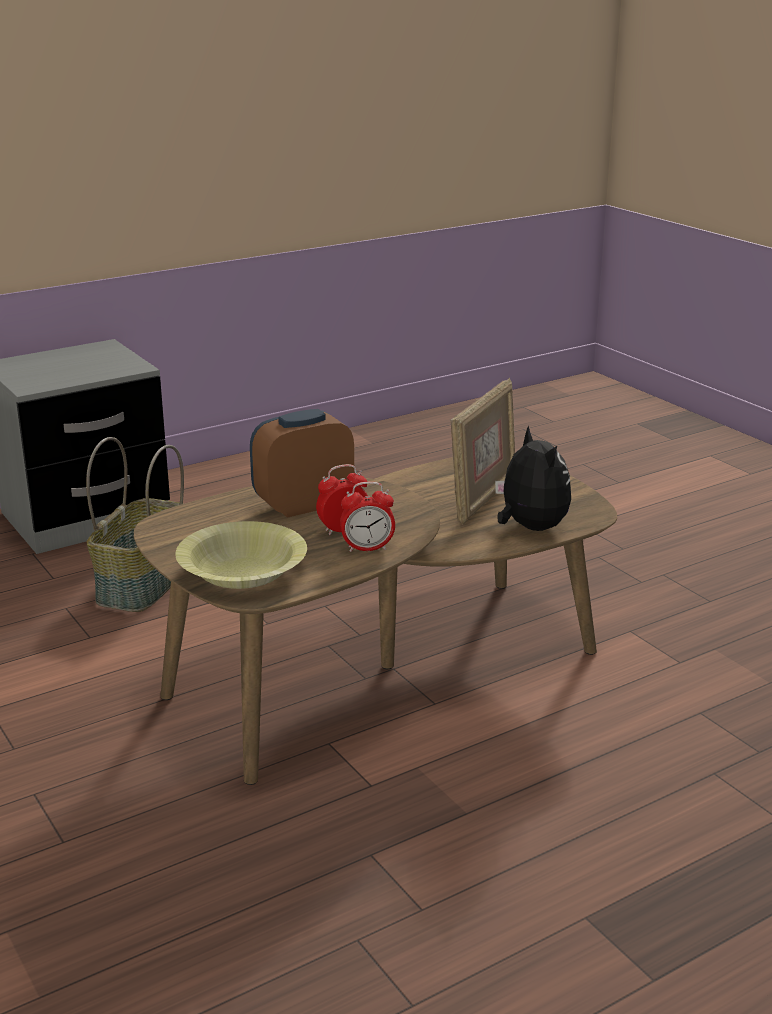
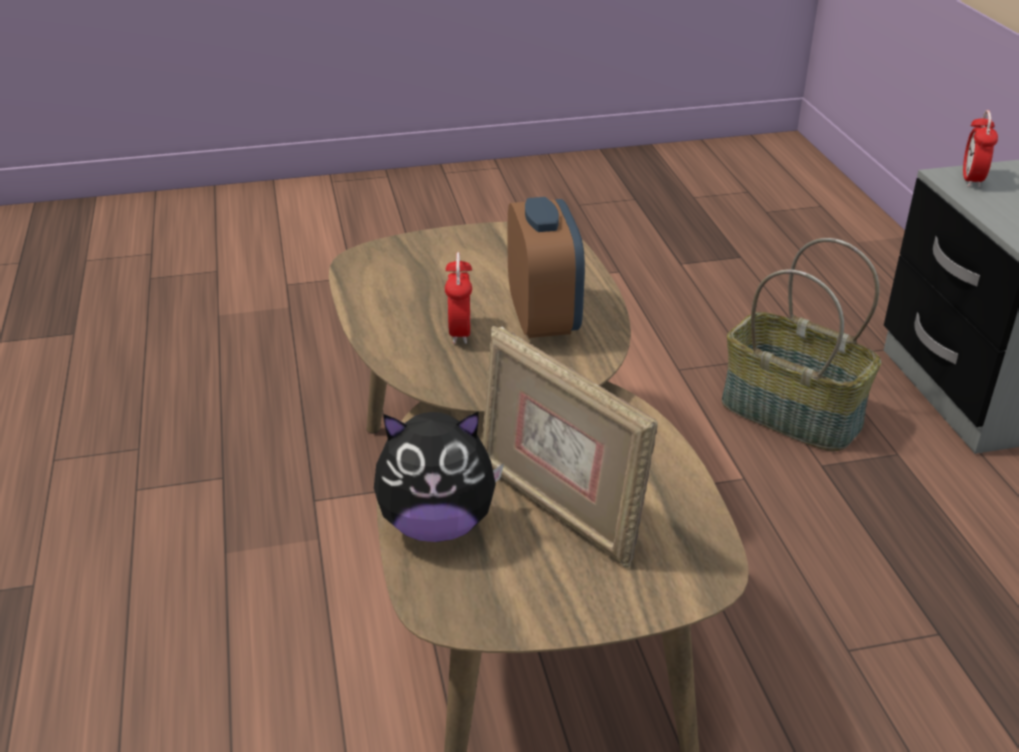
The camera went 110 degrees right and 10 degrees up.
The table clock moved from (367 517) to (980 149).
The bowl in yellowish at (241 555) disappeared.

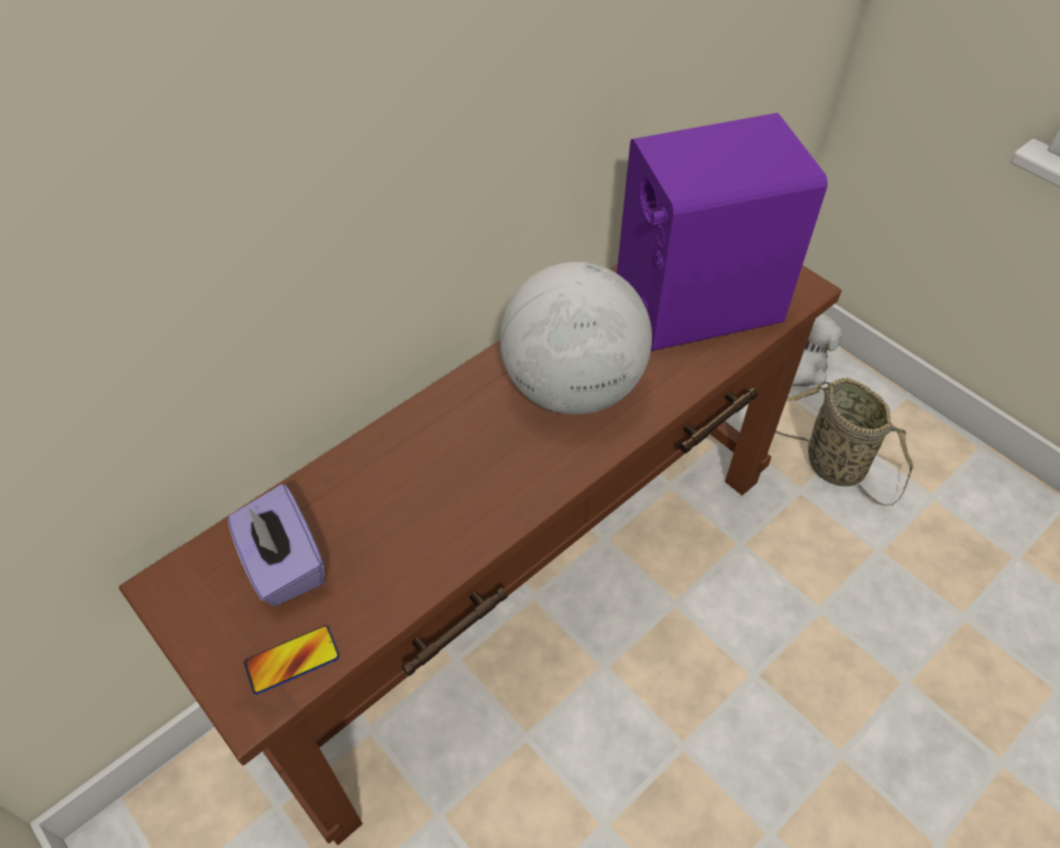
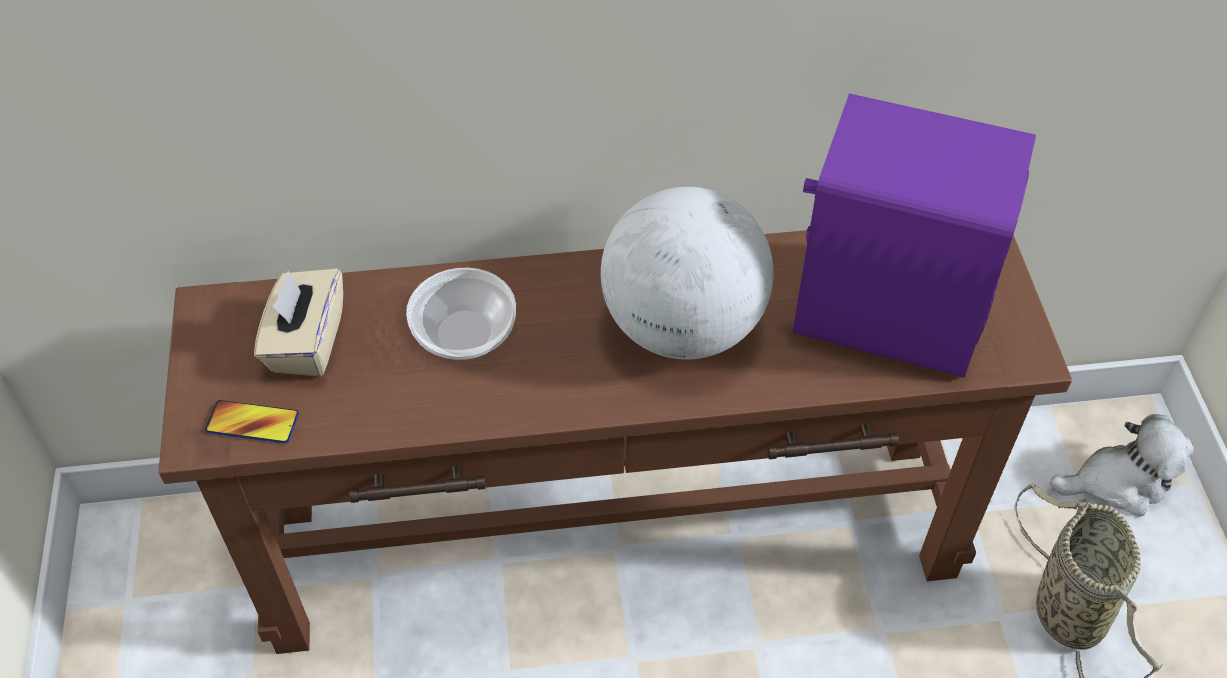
The camera went 35 degrees right and 0 degrees up.
The tissue box in purple at (276 545) became the tissue box in beige at (298 322).
The bowl at (461 314) appeared.

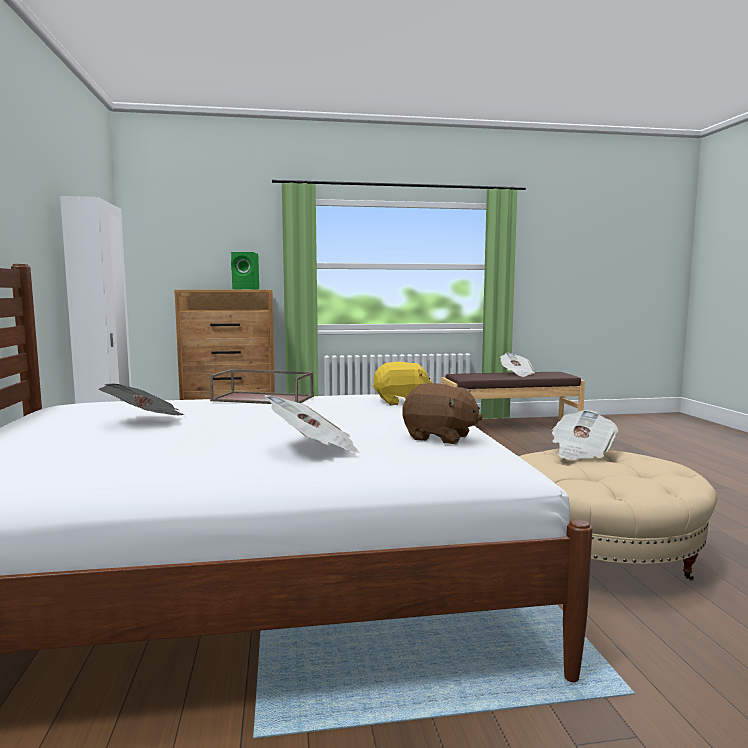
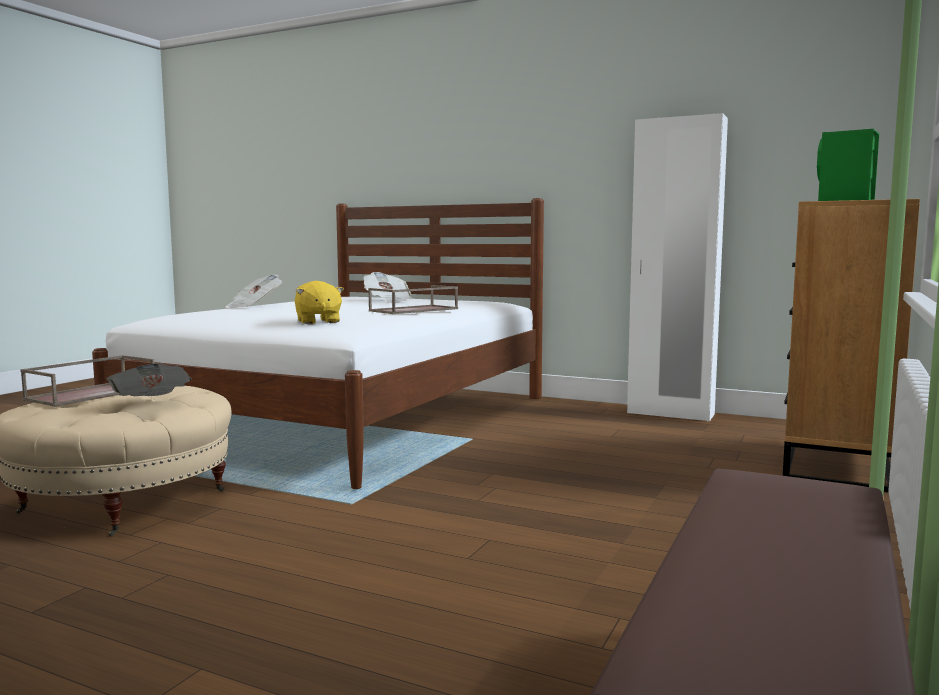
The camera went 125 degrees right and 0 degrees up.
The tray in brown-coloured at (87 381) appeared.
The plush toy in yellowish at (402 383) turned 45 degrees counterclockwise.
The plush toy in brown-coloured at (442 413) disappeared.
The daily paper at (517 365) disappeared.

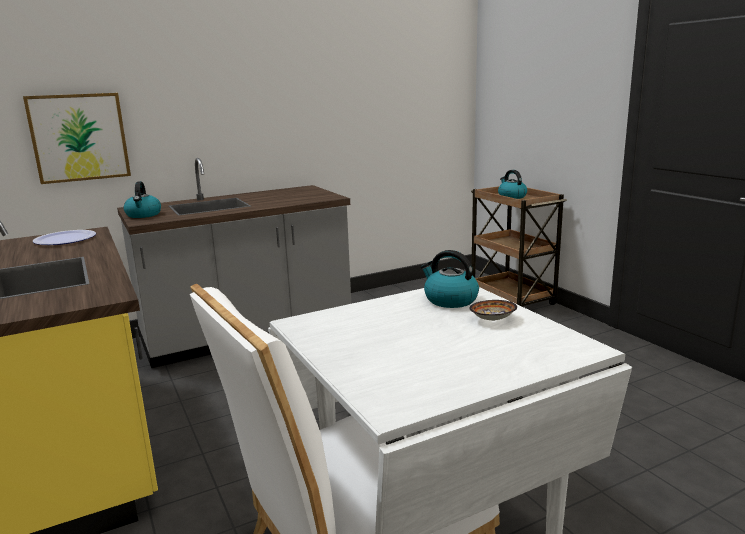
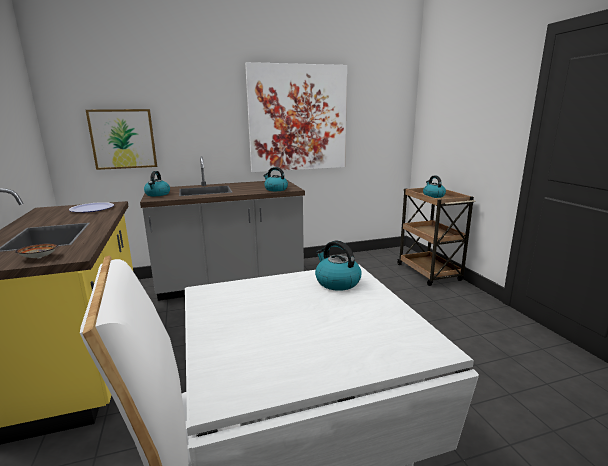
The camera went 10 degrees right and 0 degrees up.
The bowl moved from (493 310) to (36 250).
The wall art at (296 117) appeared.
The water kettle at (275 179) appeared.

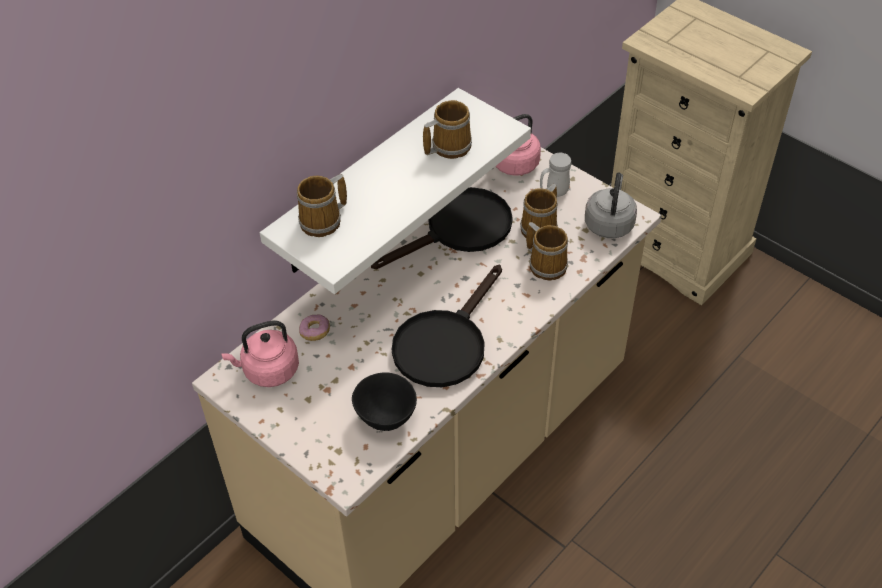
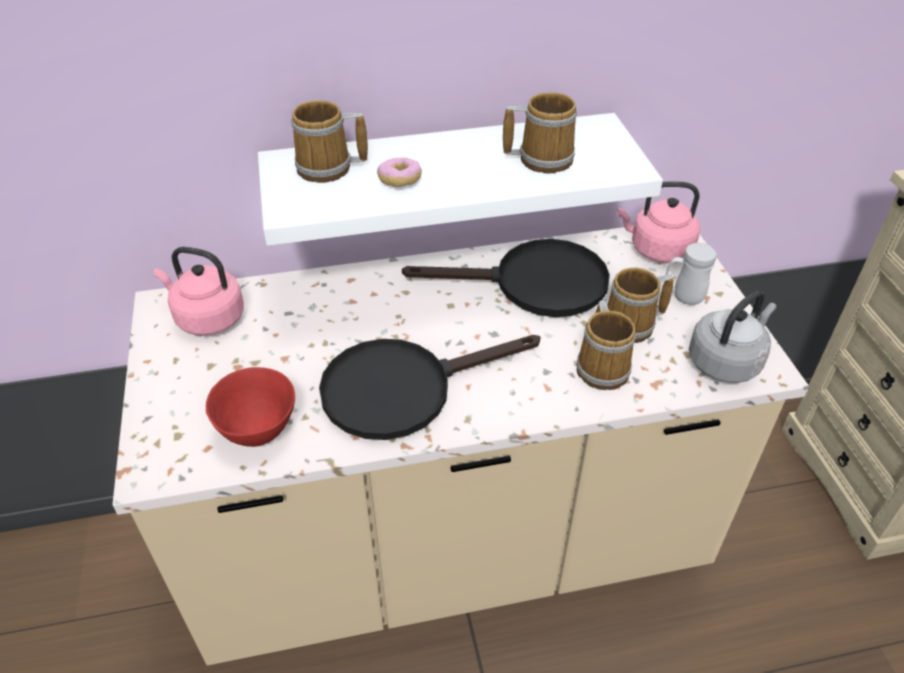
The camera went 35 degrees right and 5 degrees down.
The bowl in blackish at (384 401) became the bowl in reddish at (250 407).
The ring doughnut moved from (314 328) to (399 172).

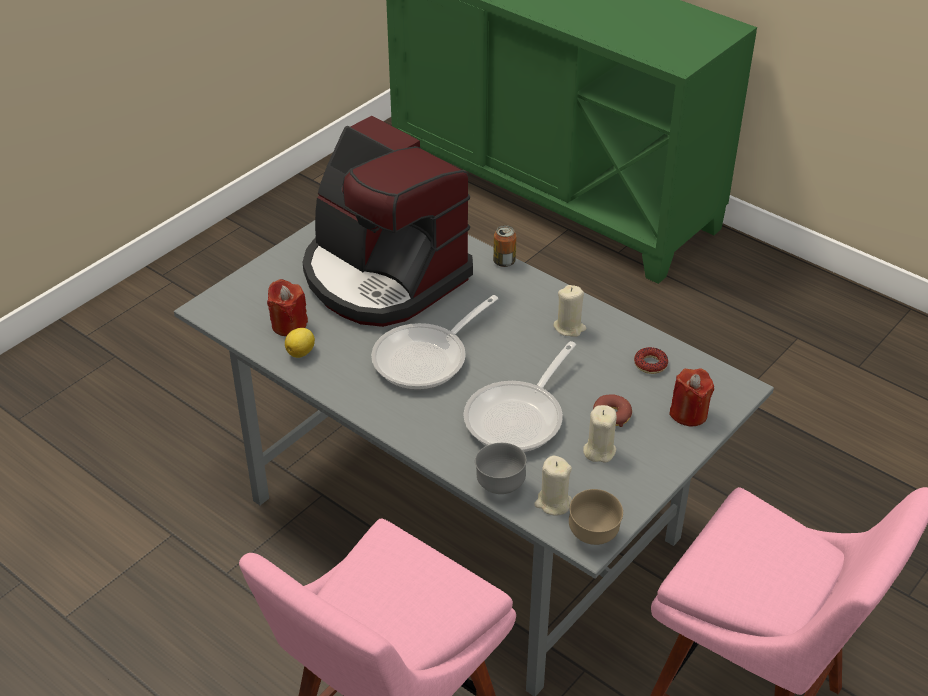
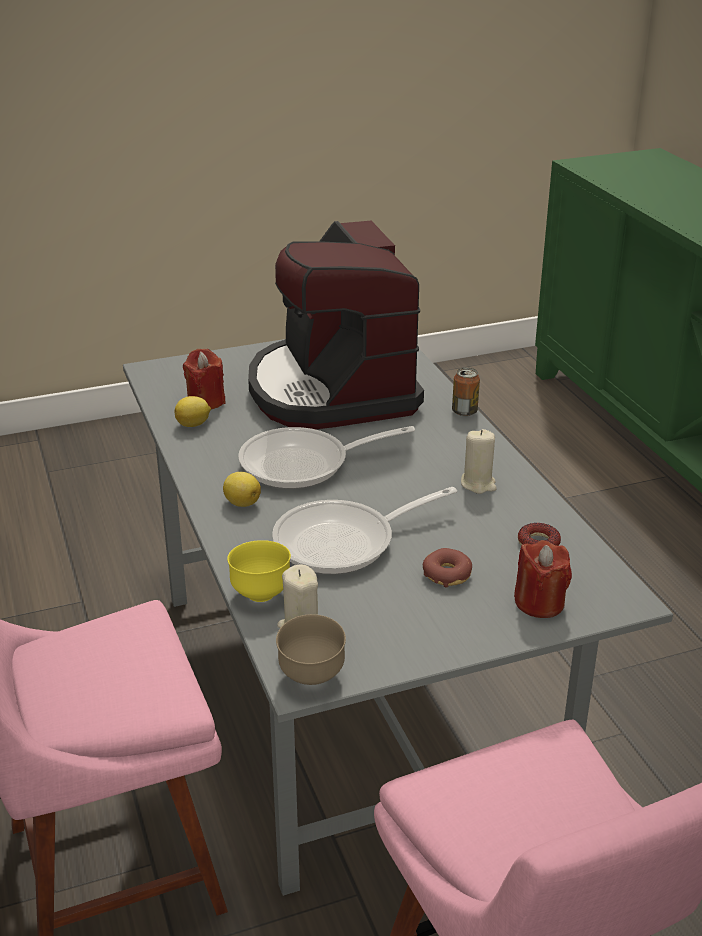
The camera went 30 degrees right and 10 degrees down.
The citrus fruit at (242 489) appeared.
The bowl in gray at (501 468) became the bowl in yellowish at (259 571).
The wax light in beige at (600 434) disappeared.

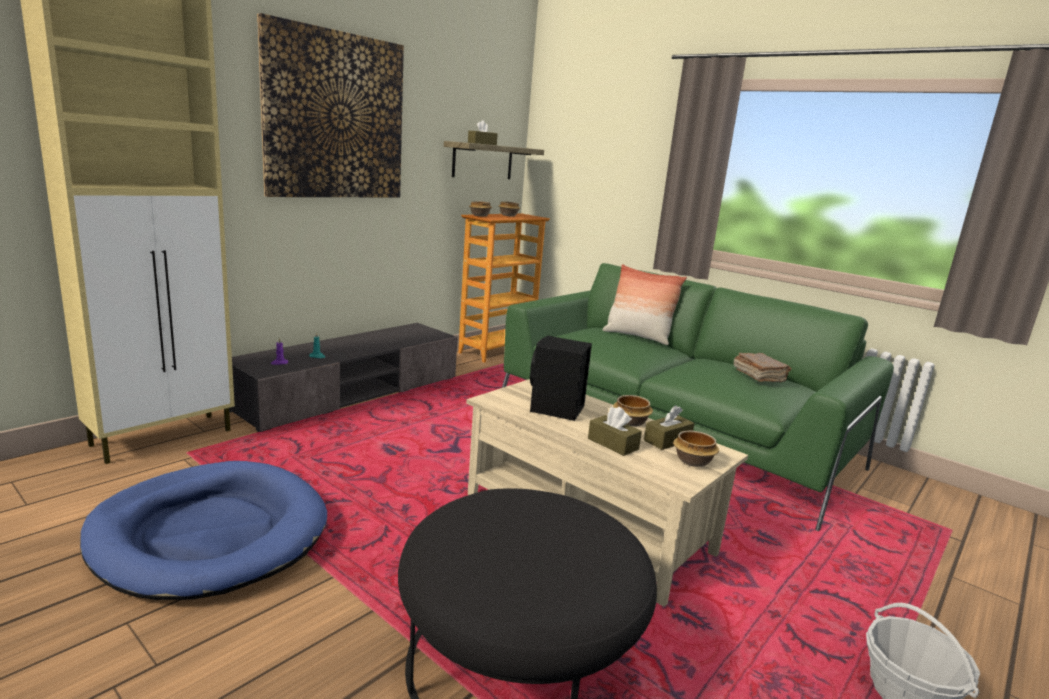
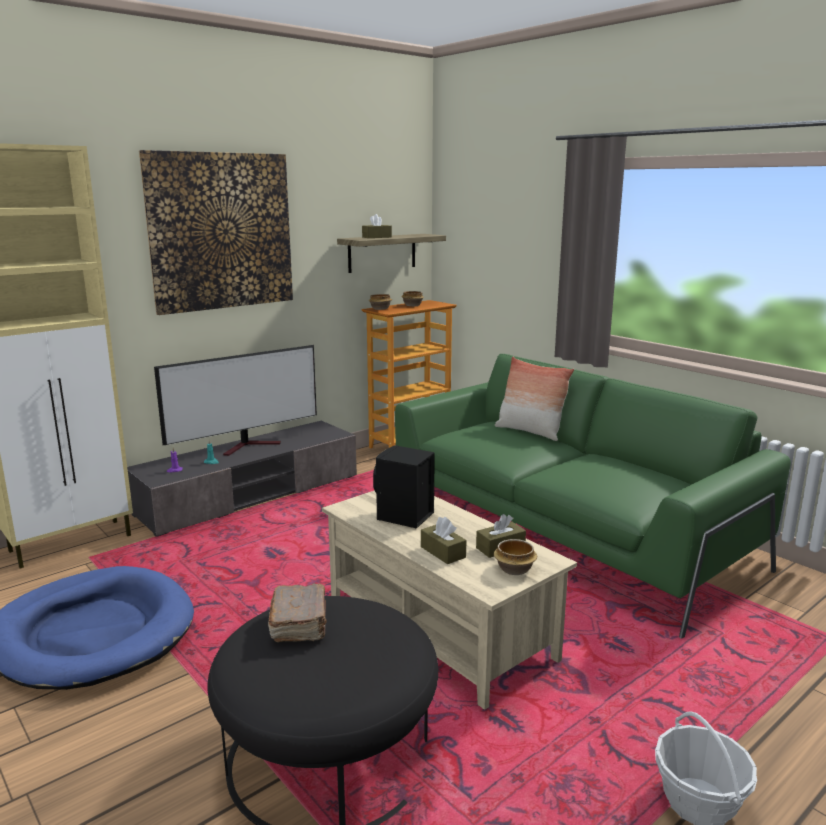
The camera went 10 degrees right and 0 degrees up.
The television at (235 400) appeared.
The bound book in brown-coloured moved from (763 367) to (297 612).
The bowl at (633 411) disappeared.

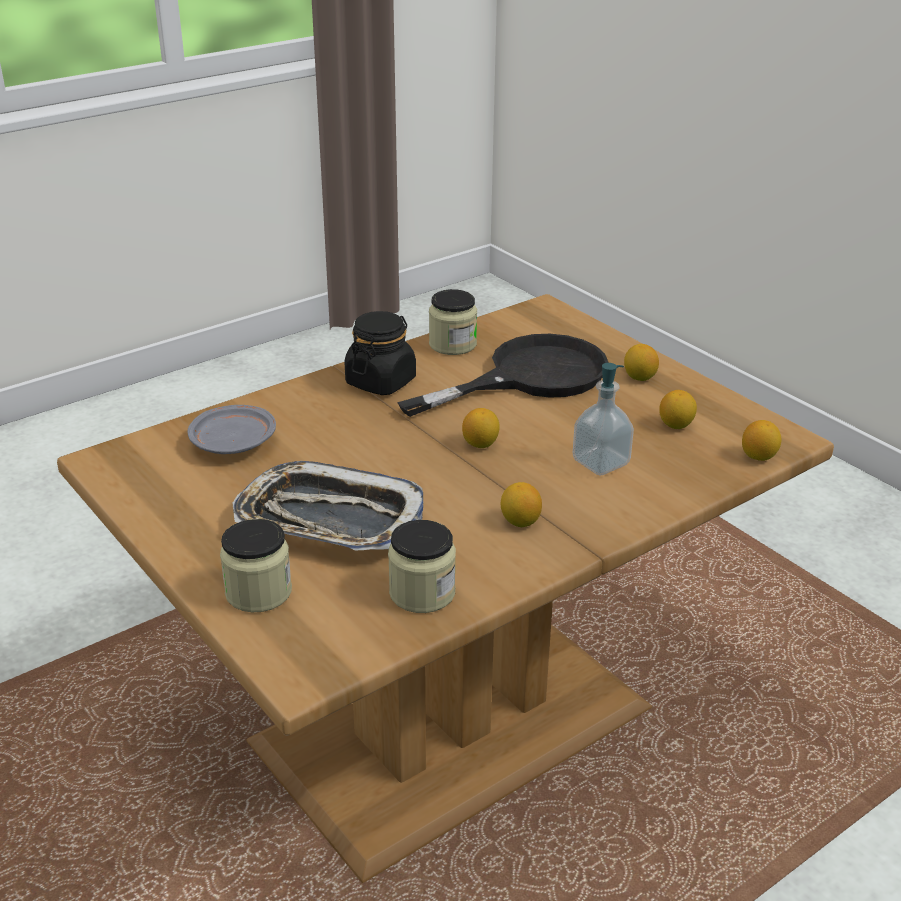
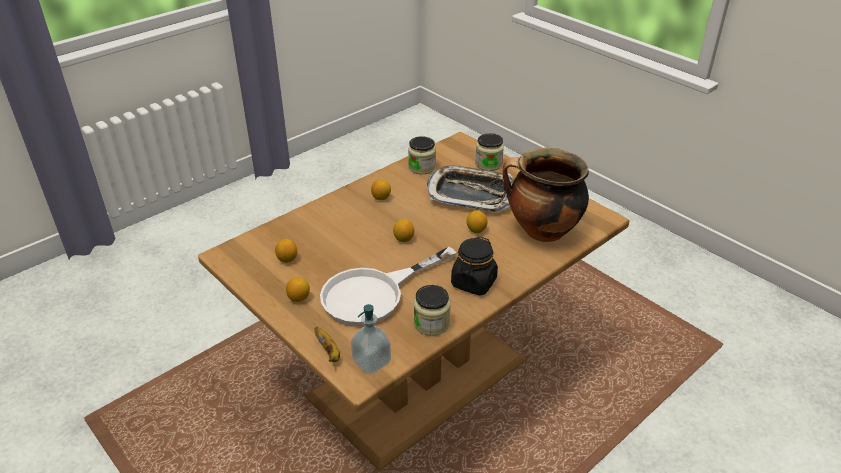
The camera went 175 degrees right and 5 degrees up.
The banana at (327 344) appeared.
The skillet in blackish at (502 375) became the skillet in white at (388 286).
The liquid soap bottle moved from (603 419) to (371 339).
The citrus fruit moved from (762 440) to (477 222).
The plate in gray at (231 429) was replaced by the stockpot at (546 195).

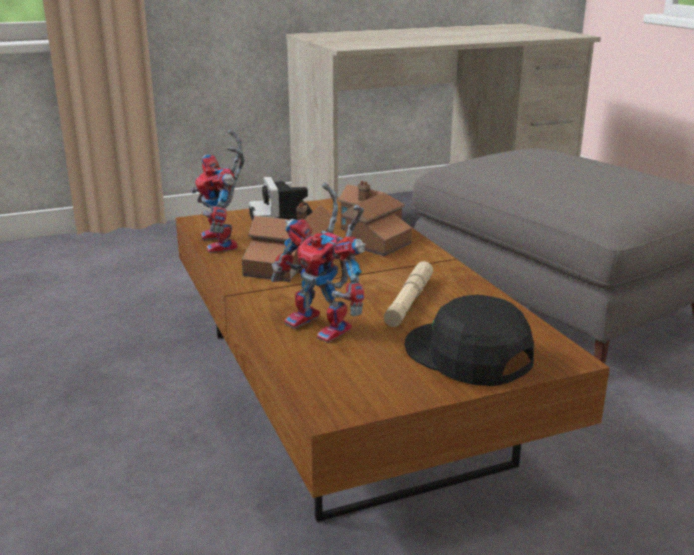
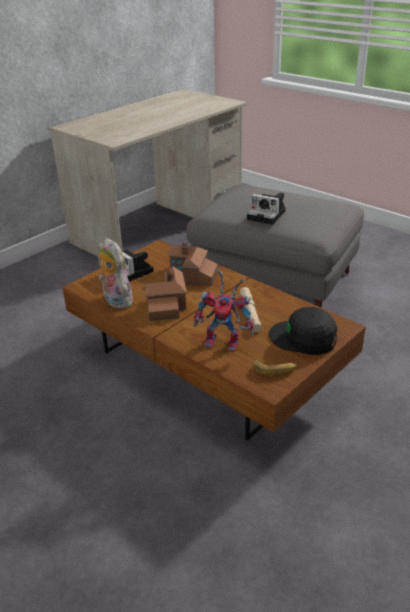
The camera went 25 degrees left and 10 degrees up.
The model robot at (217 191) was replaced by the plush toy at (116 273).
The photo camera at (266 208) appeared.
The banana at (275 367) appeared.

